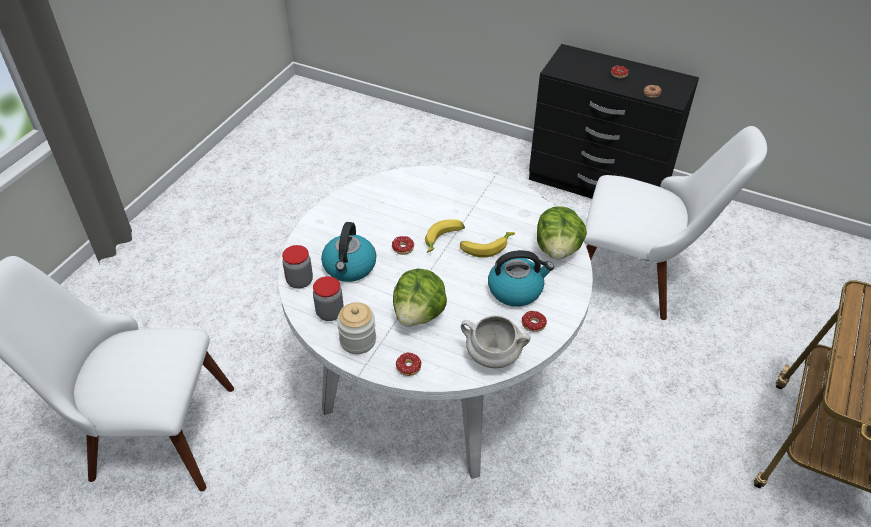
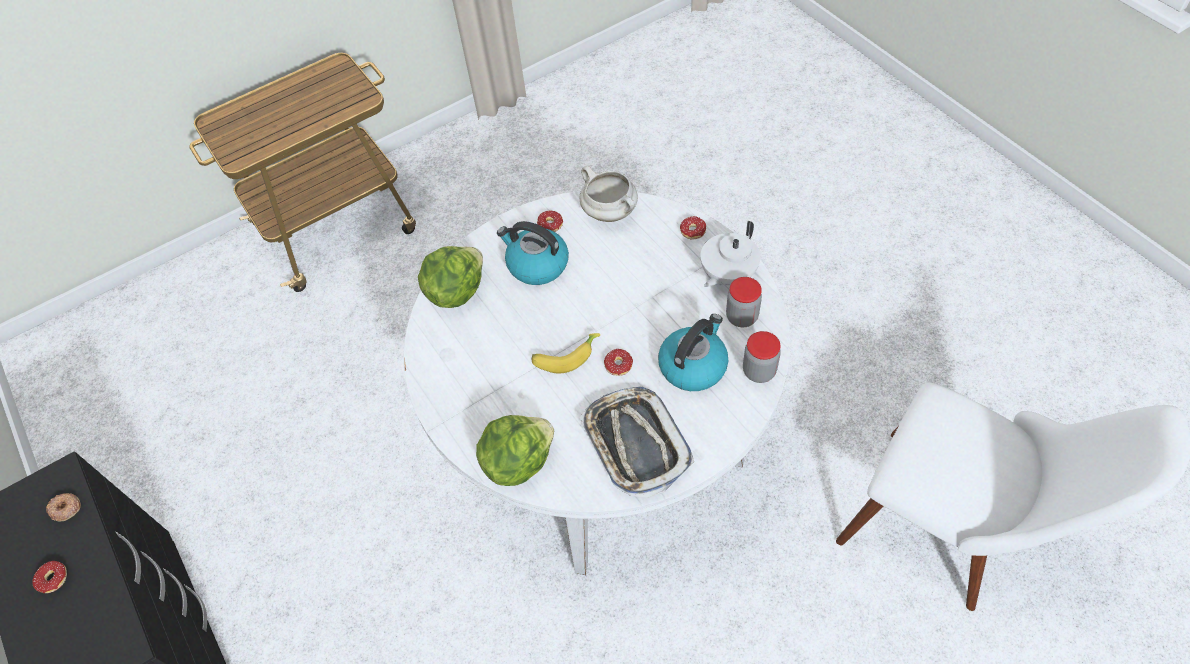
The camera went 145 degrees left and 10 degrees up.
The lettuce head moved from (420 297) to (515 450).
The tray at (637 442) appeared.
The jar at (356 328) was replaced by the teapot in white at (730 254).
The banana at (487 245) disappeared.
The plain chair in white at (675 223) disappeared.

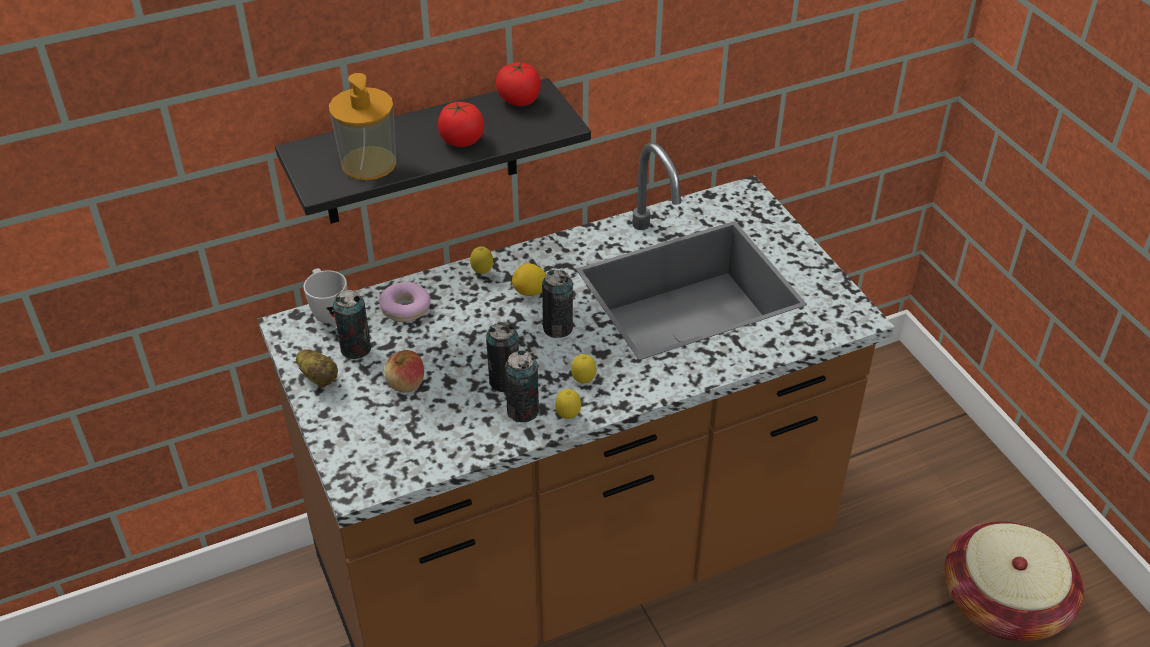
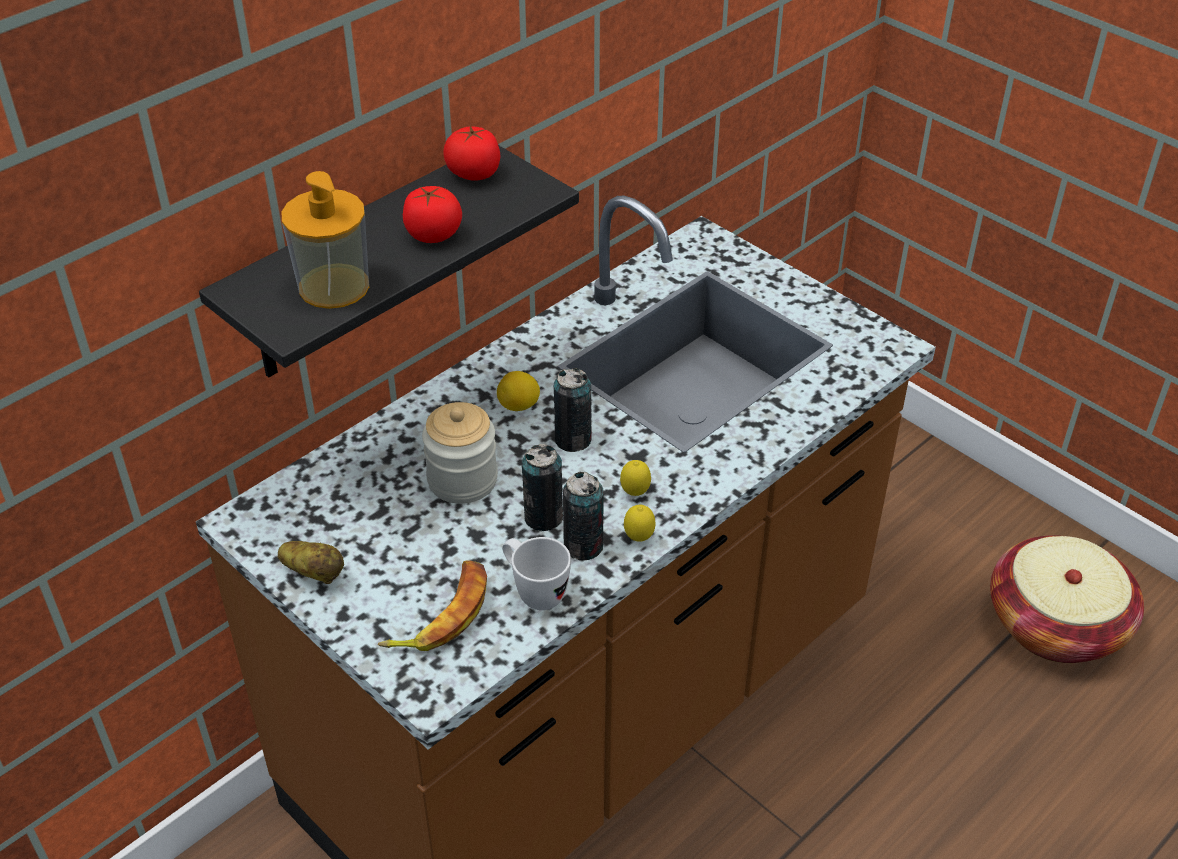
The camera went 20 degrees left and 0 degrees up.
The banana at (432 605) appeared.
The jar at (460 453) appeared.
The mug in white moved from (325 296) to (536 573).
The sealed can at (352 324) disappeared.
The ring doughnut at (405 302) disappeared.
The apple fruit at (404 371) disappeared.
The citrus fruit at (481 260) disappeared.

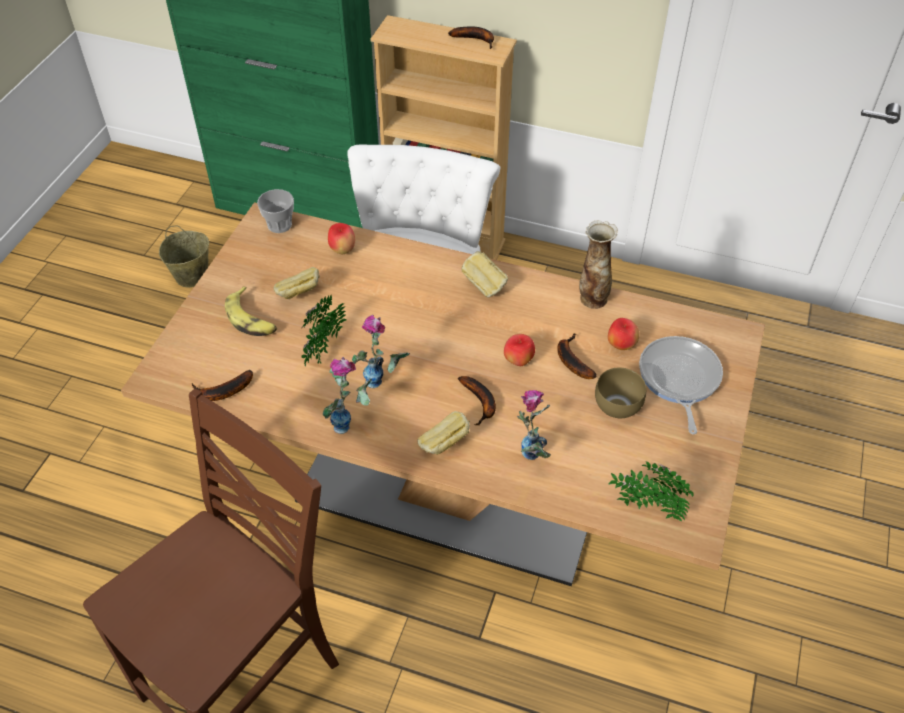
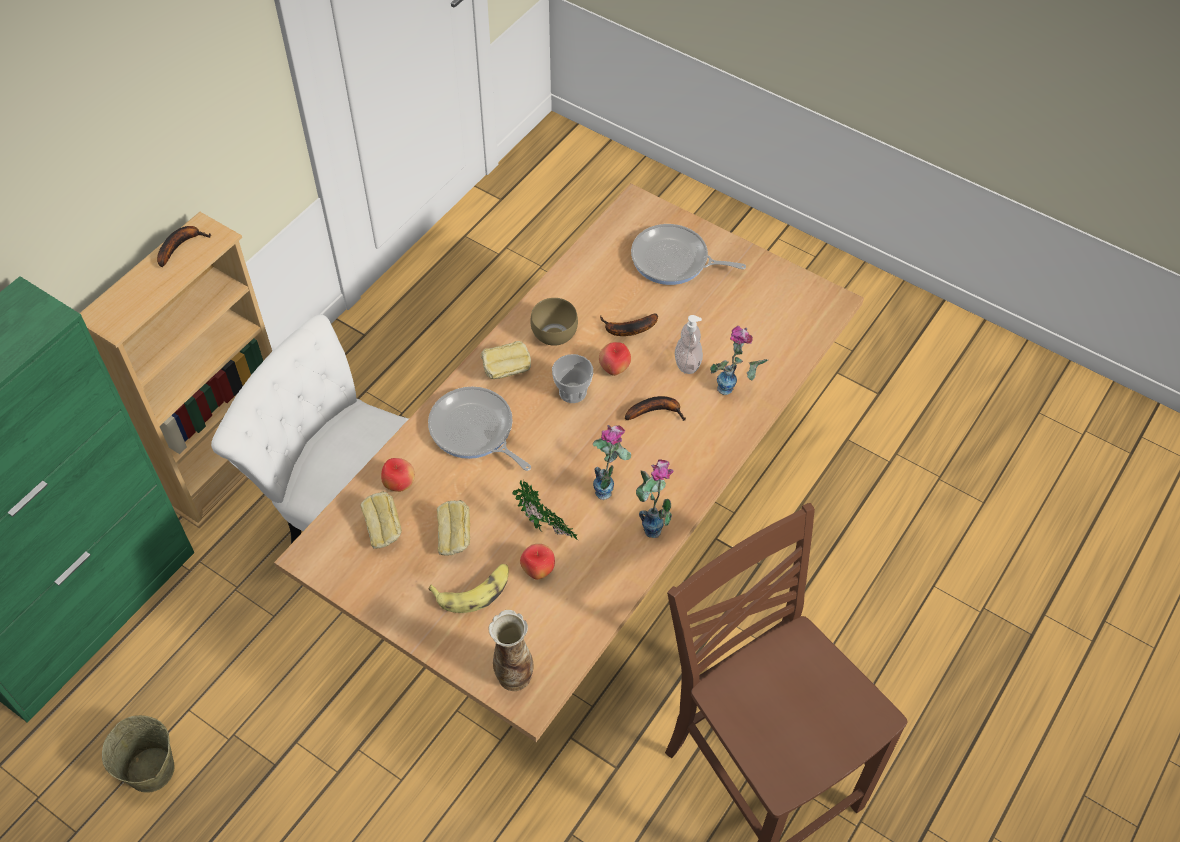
The camera went 75 degrees left and 5 degrees up.
The bakery bread moved from (443 433) to (381 520).
The skillet at (479 429) appeared.
The decorative vase moved from (598 264) to (511 650).
The apple fruit moved from (624 334) to (537 562).
The bowl in brown-coloured moved from (620 393) to (554 322).
The drinking cup moved from (275 211) to (572 378).
The liquid soap bottle at (689 344) appeared.
The banana at (222 385) disappeared.
The houseplant at (651 491) disappeared.

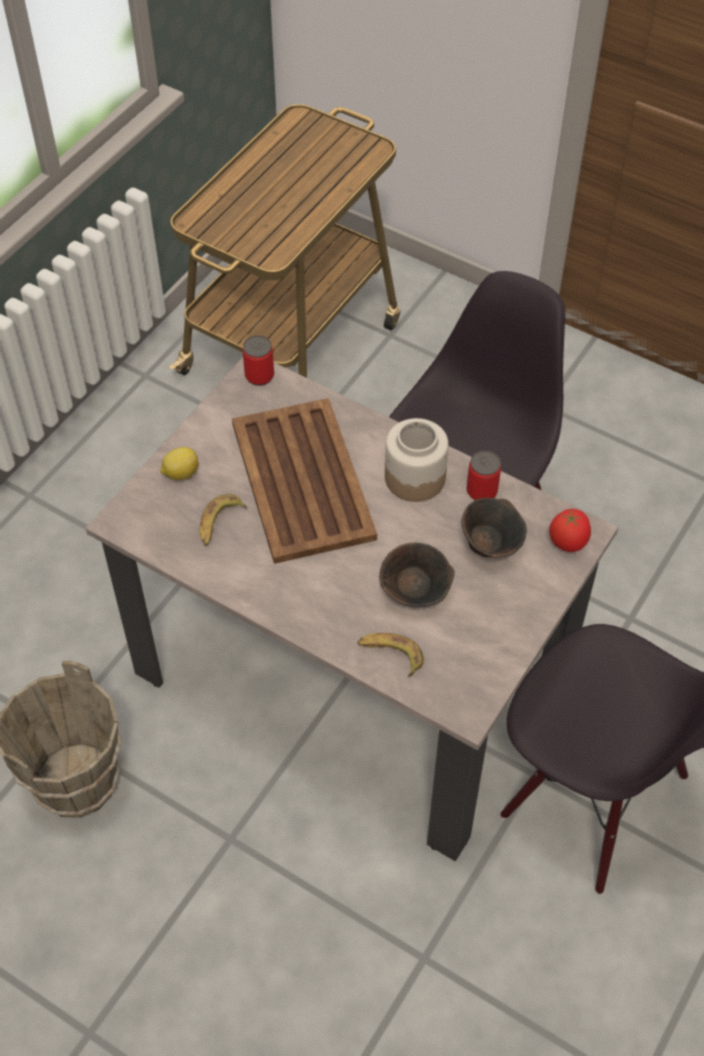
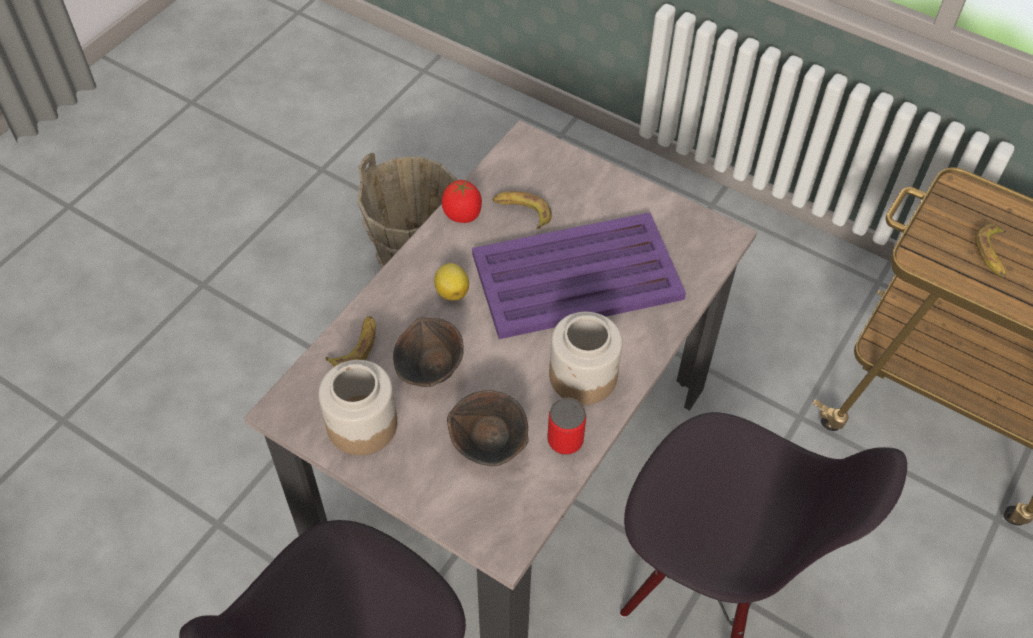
The camera went 90 degrees right and 0 degrees up.
The jar at (357 407) appeared.
The citrus fruit moved from (179 463) to (451 282).
The whole tomato moved from (570 530) to (462 201).
The tray in brown-coloured at (304 481) became the tray in purple at (579 275).
The banana at (991 250) appeared.
The sealed can at (258 360) disappeared.

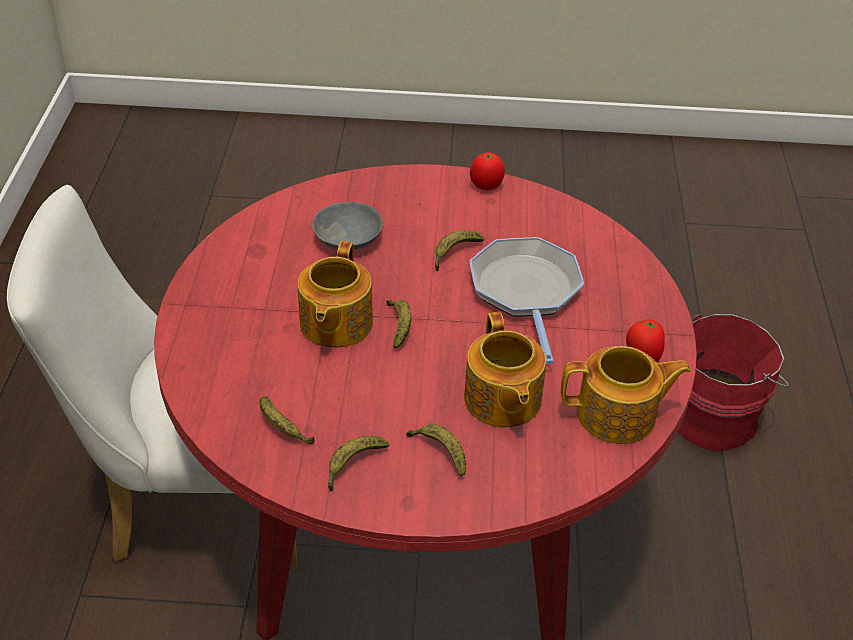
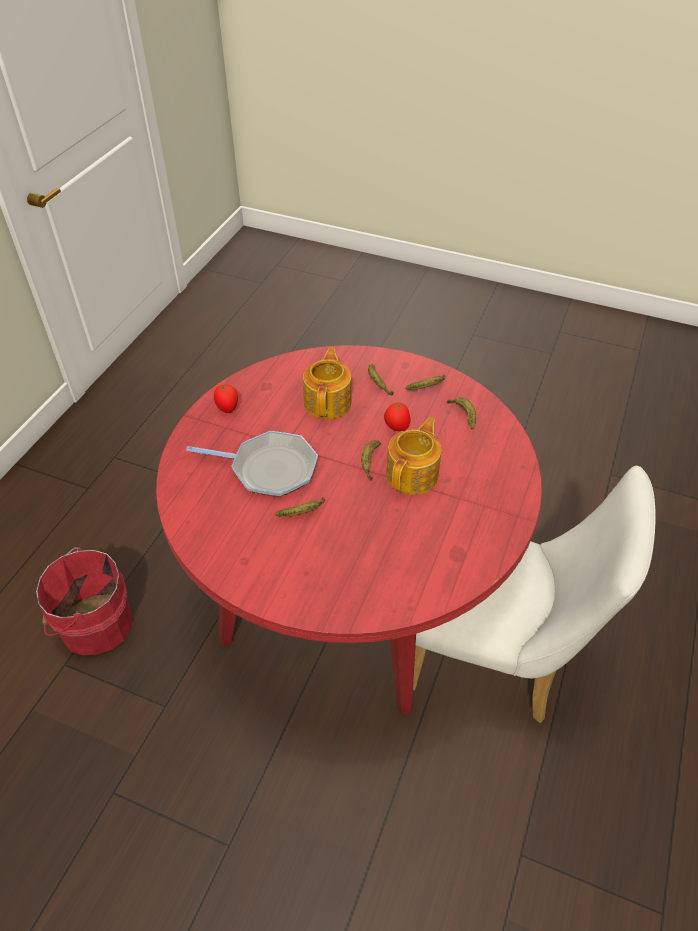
The camera went 160 degrees left and 5 degrees up.
The skillet at (527 300) turned 90 degrees counterclockwise.
The whole tomato moved from (487 171) to (397 417).
The bowl in gray at (347 226) disappeared.
The teapot at (626 395) disappeared.

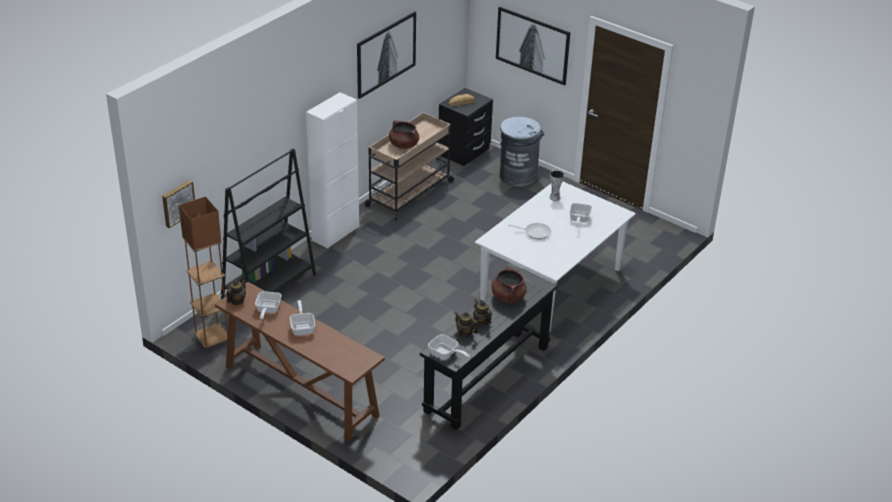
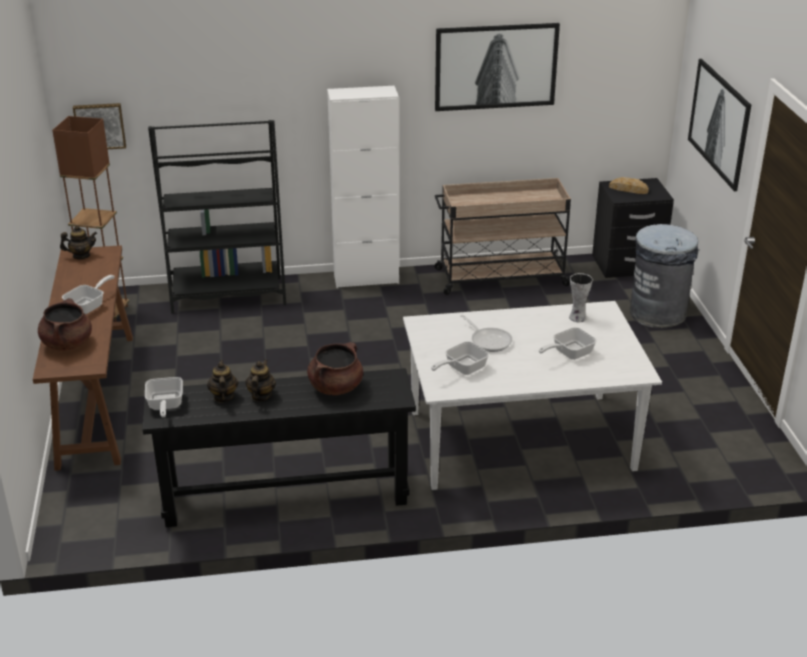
The camera went 45 degrees right and 5 degrees down.
The stockpot in brown-coloured moved from (404 134) to (65 324).
The skillet moved from (268 305) to (460 358).

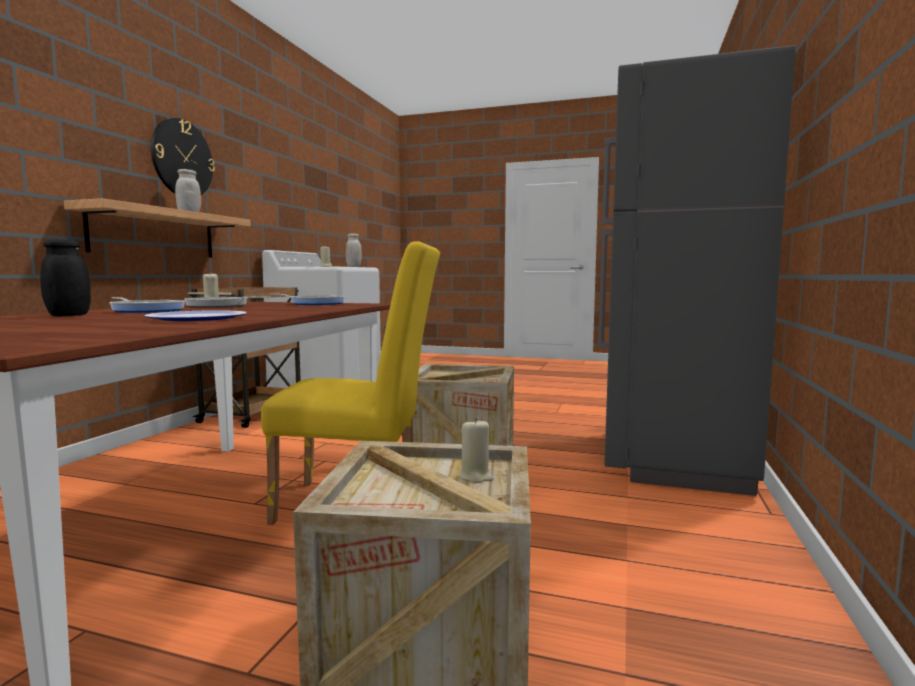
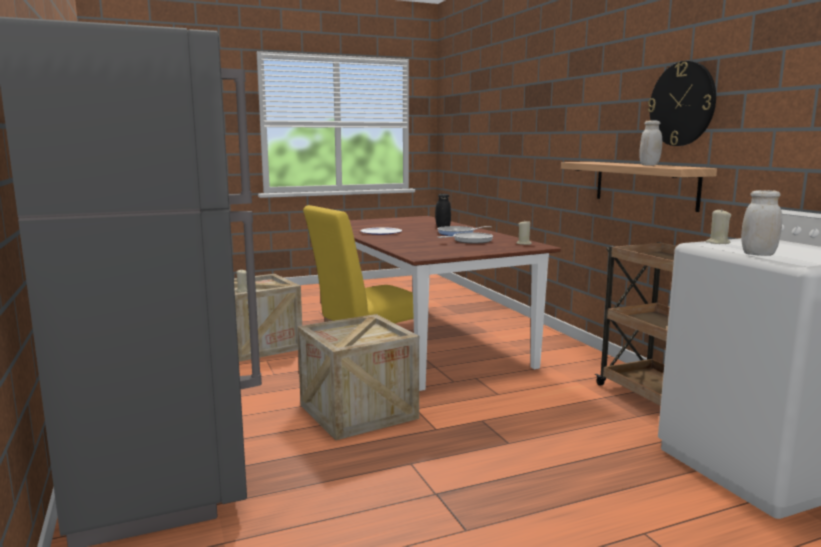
The camera went 140 degrees right and 5 degrees up.
The skillet at (307 299) disappeared.

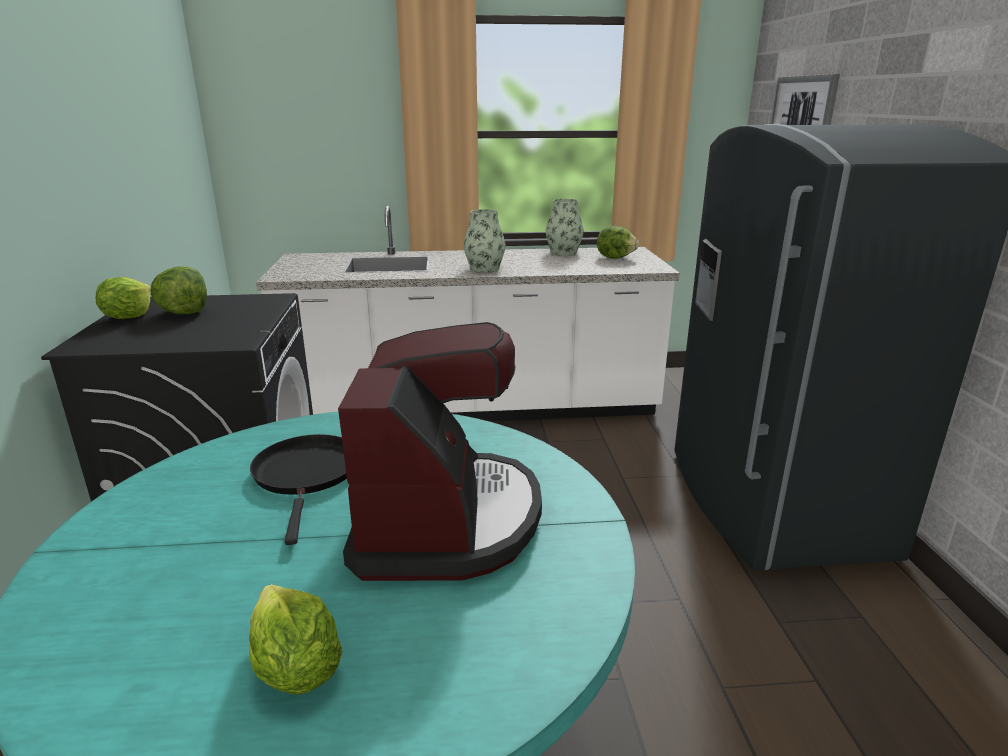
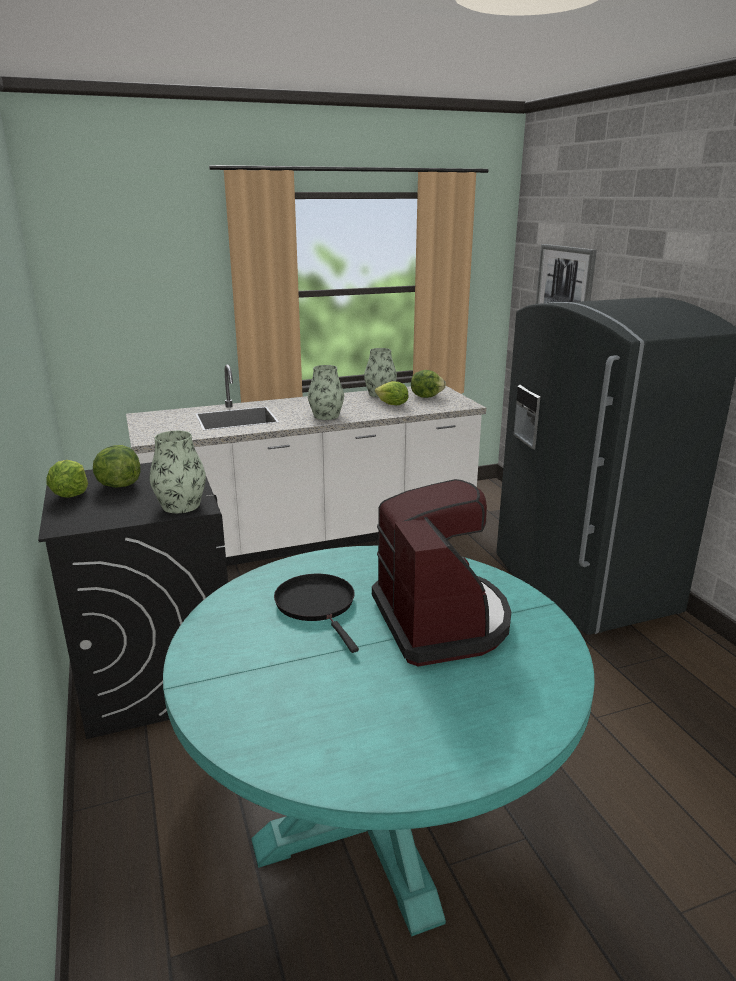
The camera went 15 degrees left and 0 degrees up.
The decorative vase at (177 472) appeared.
The lettuce head moved from (296 639) to (391 393).

